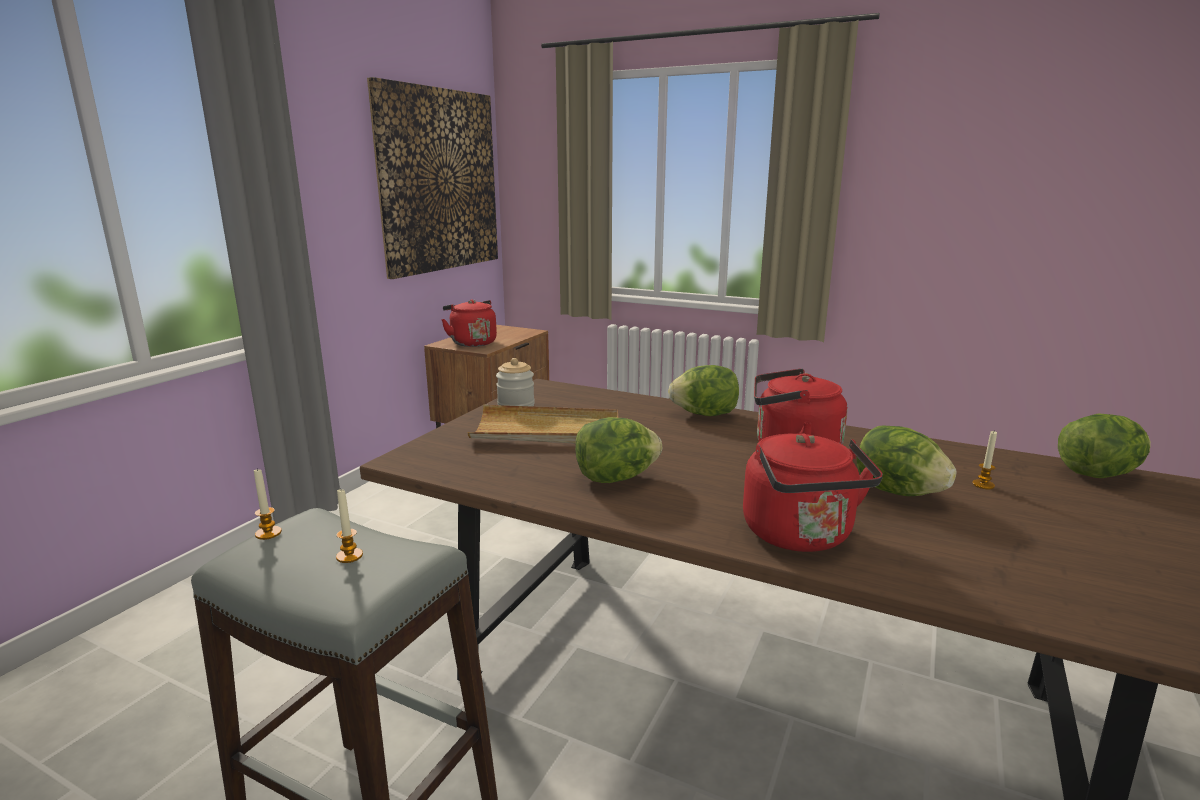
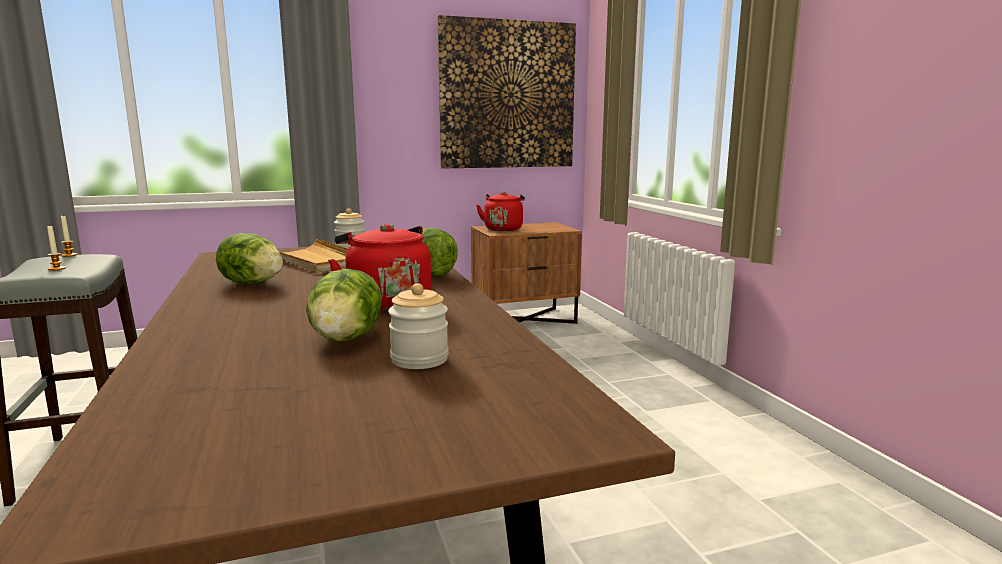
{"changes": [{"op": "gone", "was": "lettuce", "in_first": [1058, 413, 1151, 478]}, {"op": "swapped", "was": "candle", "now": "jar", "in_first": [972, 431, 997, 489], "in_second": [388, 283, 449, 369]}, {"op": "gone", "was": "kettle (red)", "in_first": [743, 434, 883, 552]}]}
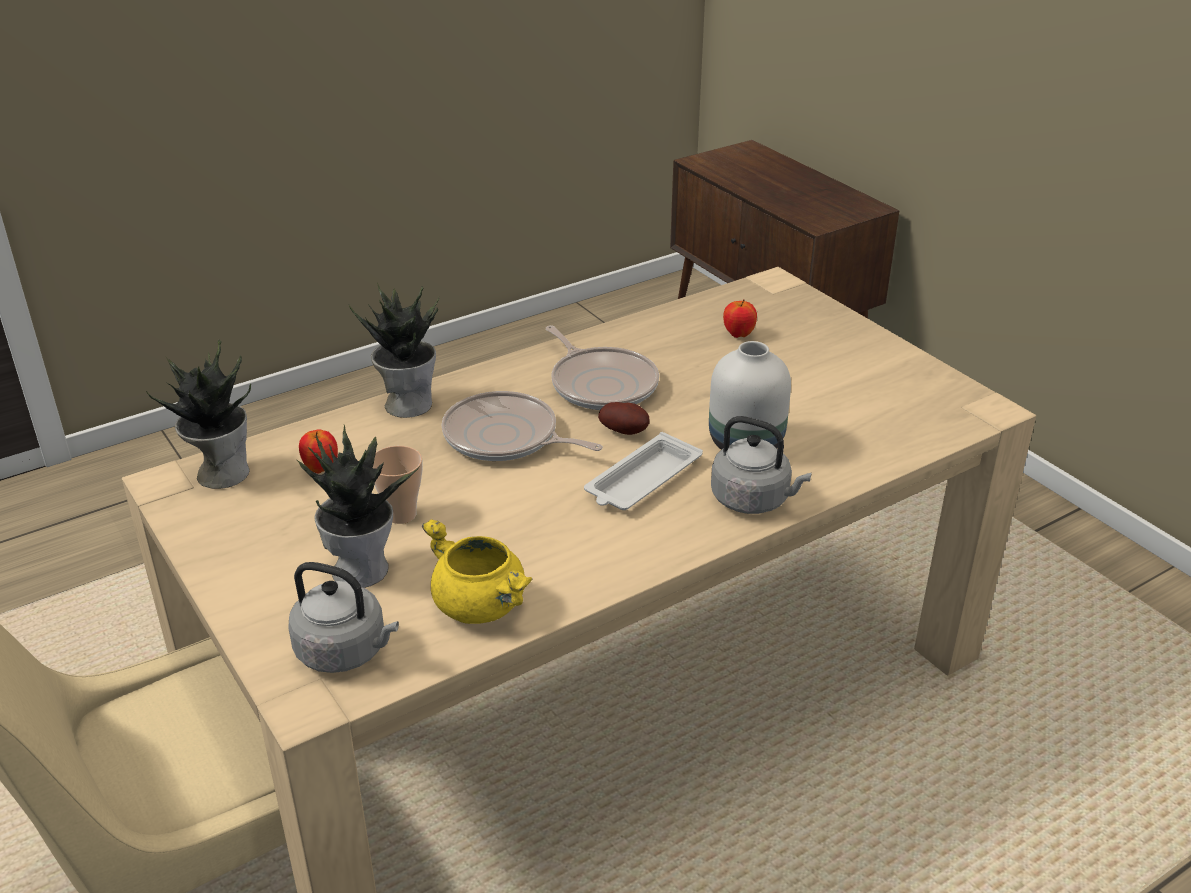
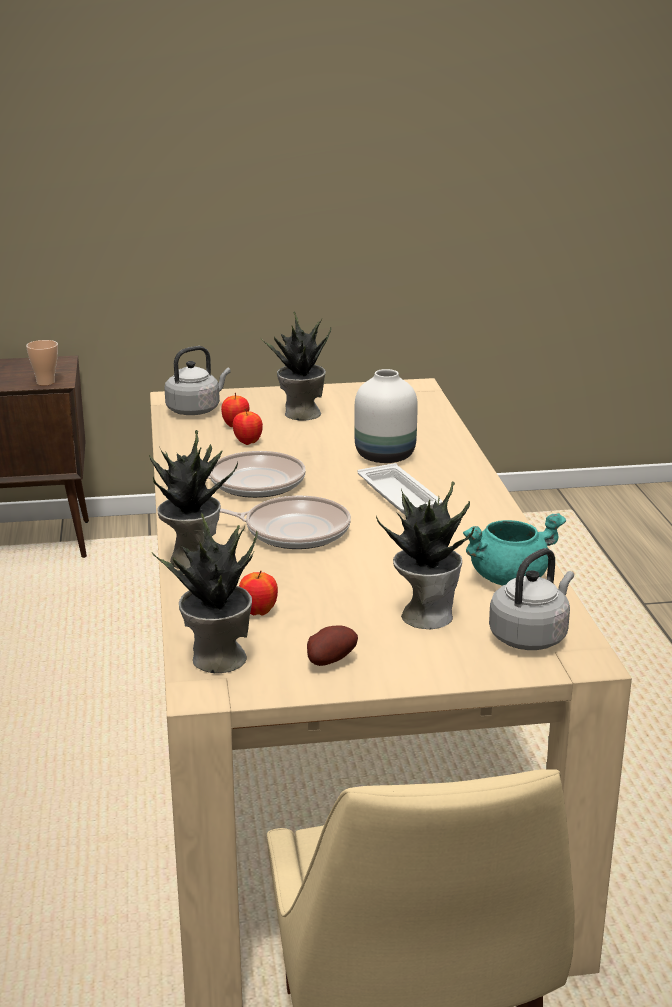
{"changes": [{"op": "rotated", "was": "frying pan", "in_first": [442, 391, 603, 461], "in_second": [220, 496, 351, 549], "clockwise": -135}, {"op": "shifted", "was": "potato", "in_first": [598, 402, 650, 435], "in_second": [307, 625, 358, 666]}, {"op": "shifted", "was": "kettle (grey)", "in_first": [711, 416, 812, 514], "in_second": [164, 346, 231, 415]}, {"op": "shifted", "was": "cup", "in_first": [373, 446, 422, 524], "in_second": [26, 340, 58, 386]}, {"op": "repainted", "was": "cooking pot (yellow)", "now": "cooking pot (turquoise)", "in_first": [422, 520, 532, 624], "in_second": [463, 513, 566, 586]}, {"op": "new", "now": "potted plant", "in_second": [261, 312, 331, 421]}, {"op": "new", "now": "apple", "in_second": [233, 409, 263, 445]}]}
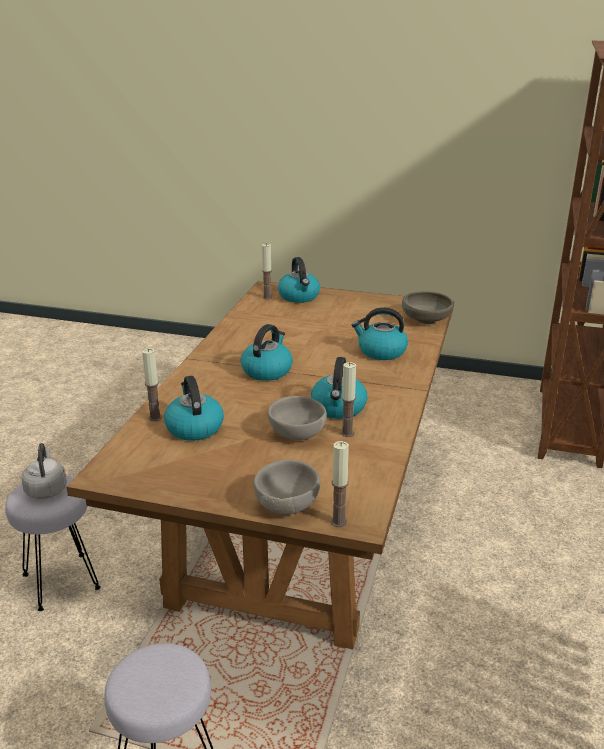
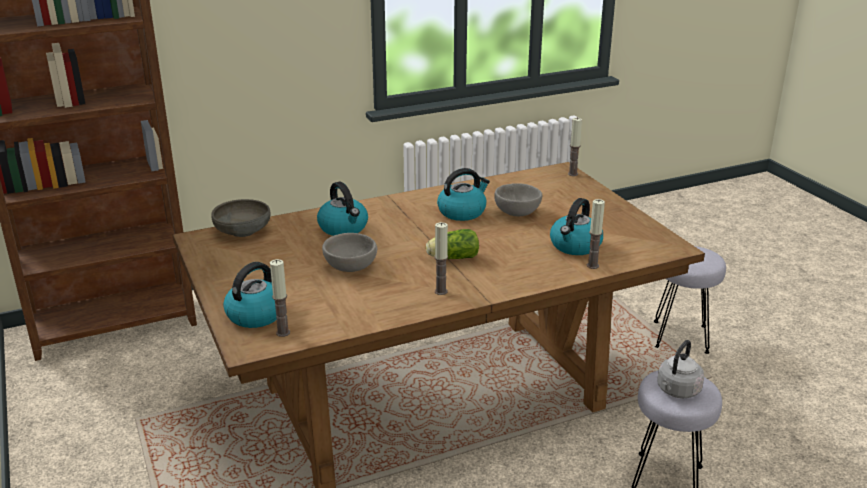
{"changes": [{"op": "swapped", "was": "kettle", "now": "lettuce", "in_first": [241, 324, 293, 381], "in_second": [426, 229, 479, 259]}, {"op": "shifted", "was": "candle", "in_first": [341, 362, 356, 437], "in_second": [434, 222, 448, 295]}, {"op": "shifted", "was": "bowl (grey)", "in_first": [254, 460, 320, 515], "in_second": [322, 233, 377, 272]}]}
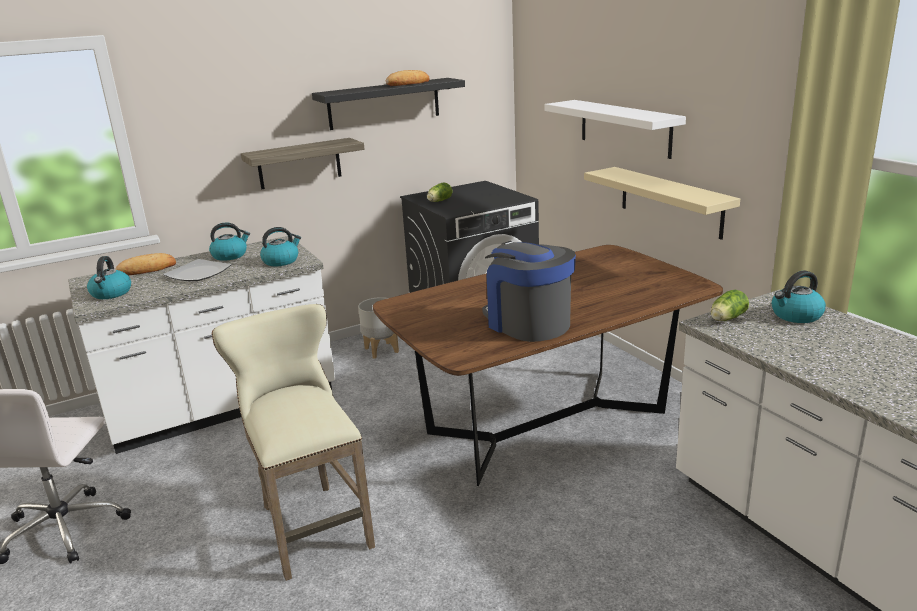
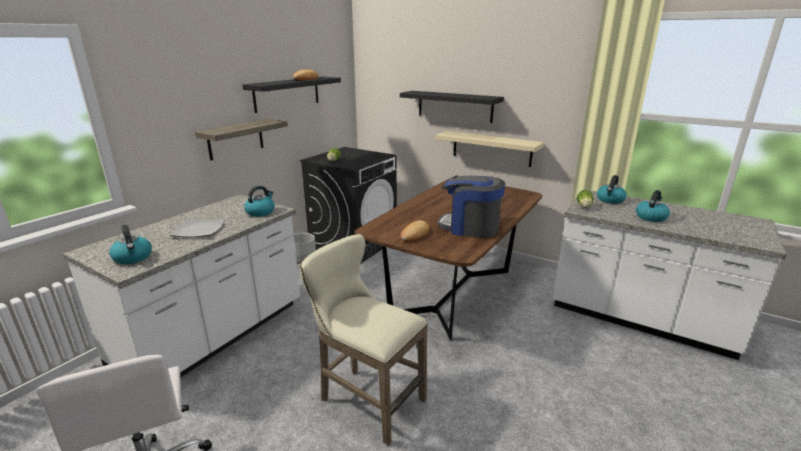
{"changes": [{"op": "repainted", "was": "shelf (white)", "now": "shelf (black)", "in_first": [544, 100, 686, 159], "in_second": [400, 91, 504, 123]}, {"op": "shifted", "was": "kettle", "in_first": [209, 222, 250, 261], "in_second": [636, 190, 670, 222]}, {"op": "shifted", "was": "bread", "in_first": [115, 253, 176, 275], "in_second": [400, 220, 430, 242]}]}
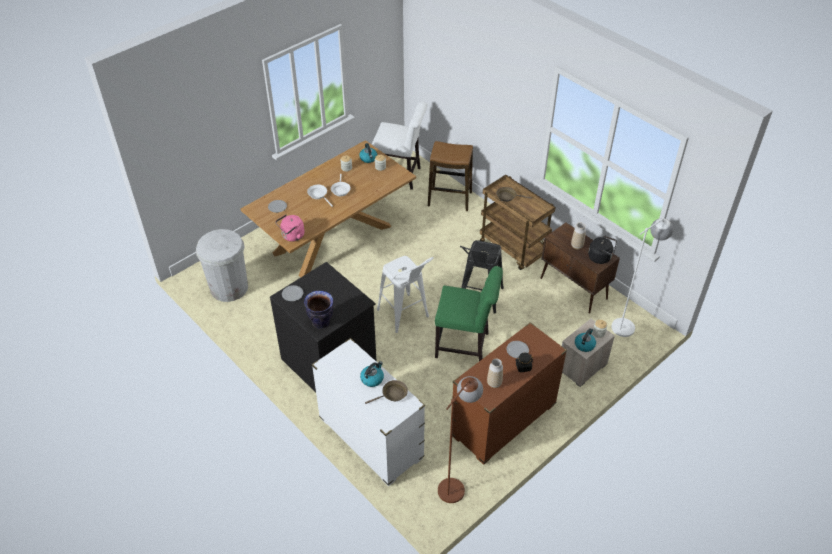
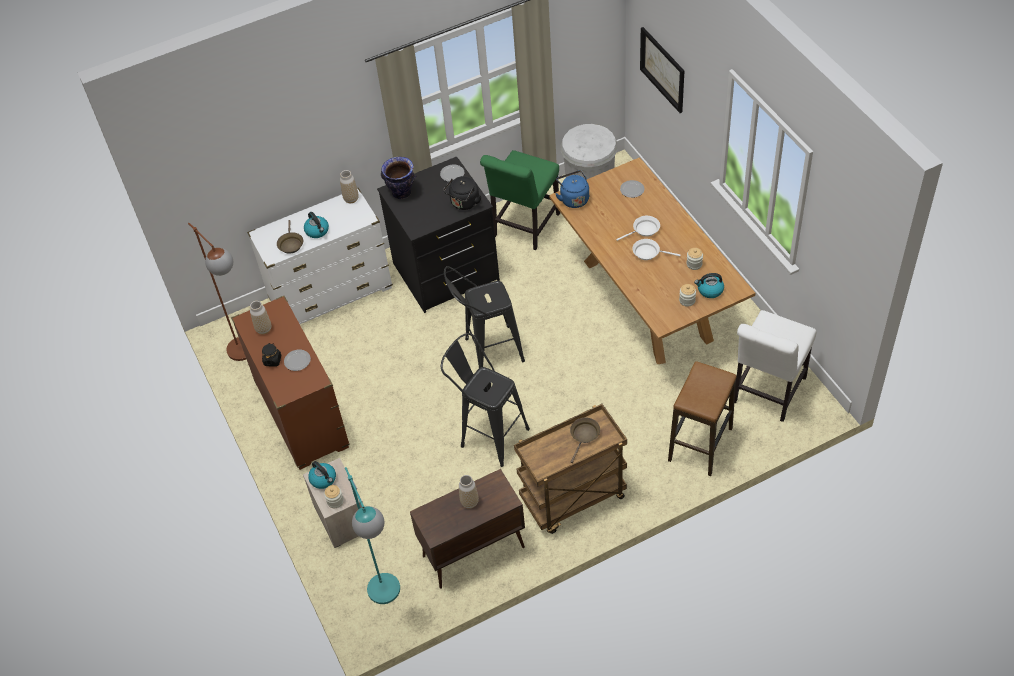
{"changes": [{"op": "repainted", "was": "kettle (pink)", "now": "kettle (blue)", "in_first": [275, 215, 305, 241], "in_second": [555, 170, 589, 208]}, {"op": "repainted", "was": "floor lamp (white)", "now": "floor lamp (turquoise)", "in_first": [611, 218, 673, 337], "in_second": [345, 467, 400, 604]}, {"op": "shifted", "was": "kettle (black)", "in_first": [588, 236, 617, 264], "in_second": [443, 176, 481, 210]}, {"op": "repainted", "was": "stool (white)", "now": "stool (black)", "in_first": [377, 256, 434, 333], "in_second": [444, 266, 525, 368]}, {"op": "shifted", "was": "chair (green)", "in_first": [435, 266, 503, 361], "in_second": [480, 150, 560, 250]}, {"op": "new", "now": "picture", "in_second": [640, 27, 684, 113]}, {"op": "new", "now": "vase", "in_second": [340, 170, 359, 203]}]}
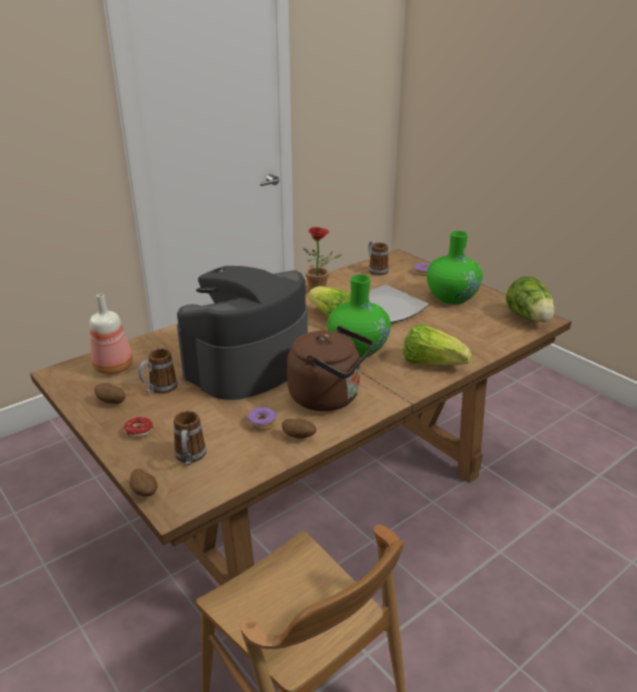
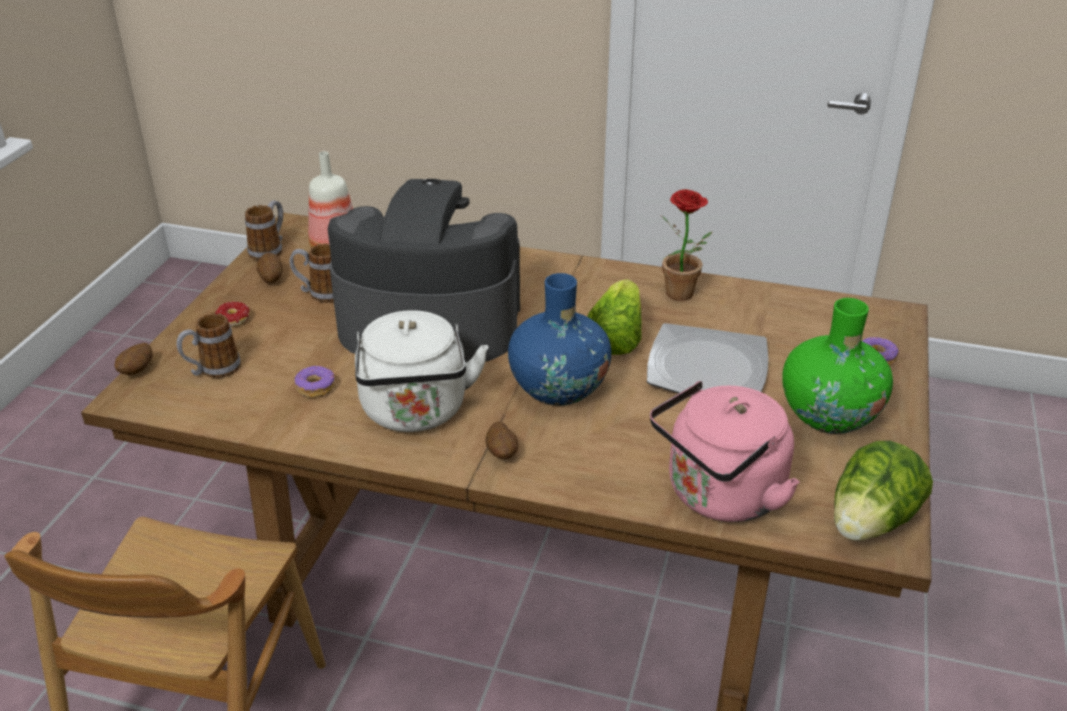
{"changes": [{"op": "shifted", "was": "mug", "in_first": [368, 241, 389, 276], "in_second": [245, 200, 283, 261]}, {"op": "repainted", "was": "vase (green)", "now": "vase (blue)", "in_first": [327, 274, 391, 358], "in_second": [508, 273, 611, 406]}, {"op": "gone", "was": "lettuce", "in_first": [403, 324, 471, 365]}, {"op": "repainted", "was": "kettle (brown)", "now": "kettle (white)", "in_first": [287, 326, 374, 411], "in_second": [355, 310, 488, 432]}, {"op": "shifted", "was": "potato", "in_first": [282, 419, 316, 439], "in_second": [486, 421, 518, 459]}, {"op": "new", "now": "kettle (pink)", "in_second": [650, 381, 800, 522]}]}
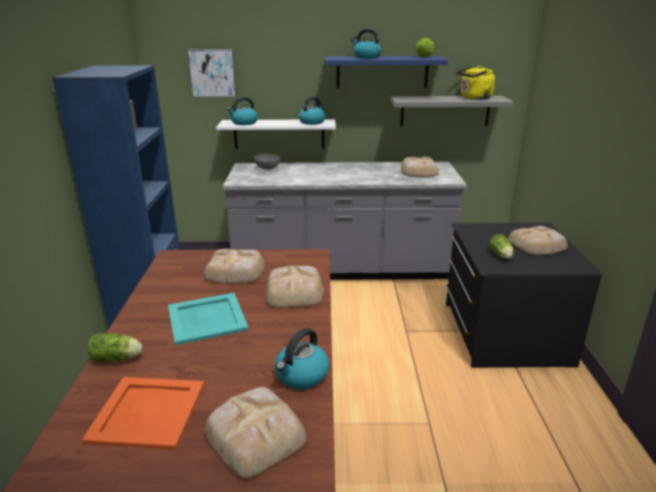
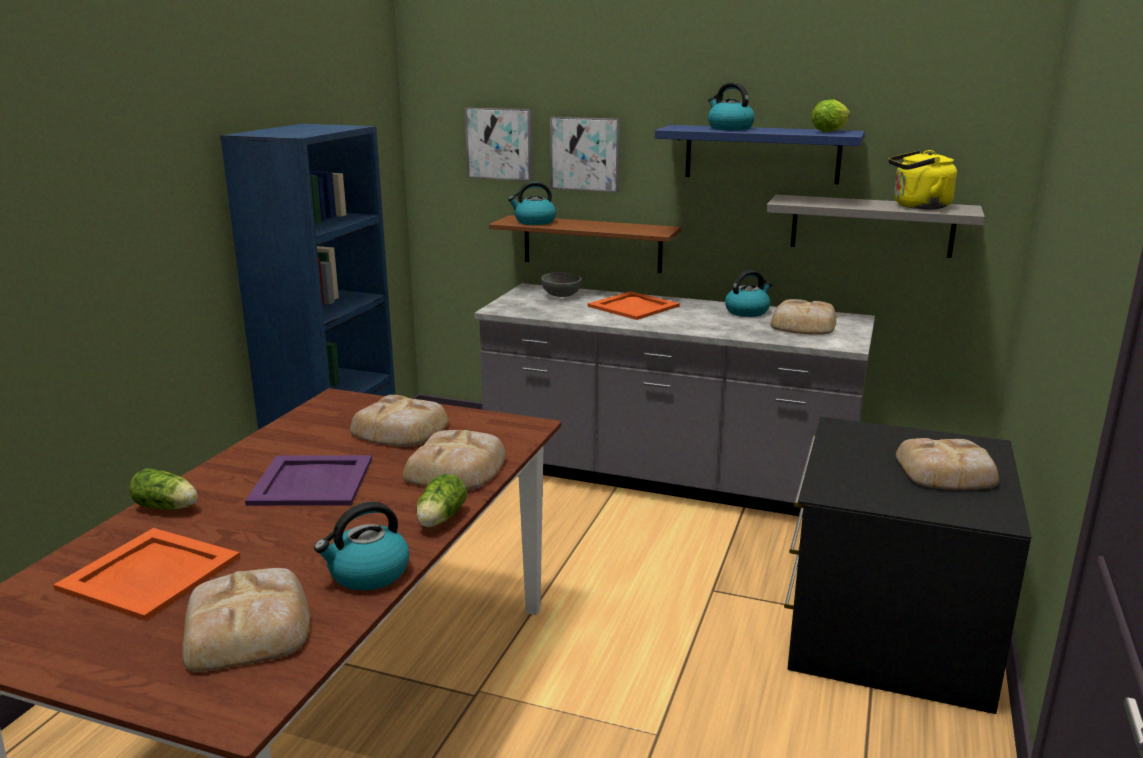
{"changes": [{"op": "shifted", "was": "kettle", "in_first": [299, 96, 325, 125], "in_second": [725, 270, 772, 317]}, {"op": "repainted", "was": "shelf (white)", "now": "shelf (brown)", "in_first": [216, 119, 336, 149], "in_second": [489, 215, 681, 273]}, {"op": "shifted", "was": "lettuce", "in_first": [489, 234, 513, 259], "in_second": [416, 474, 467, 527]}, {"op": "repainted", "was": "tray (turquoise)", "now": "tray (purple)", "in_first": [168, 293, 249, 345], "in_second": [245, 455, 372, 506]}, {"op": "new", "now": "picture", "in_second": [550, 117, 620, 193]}, {"op": "new", "now": "tray (orange)", "in_second": [587, 291, 680, 320]}]}
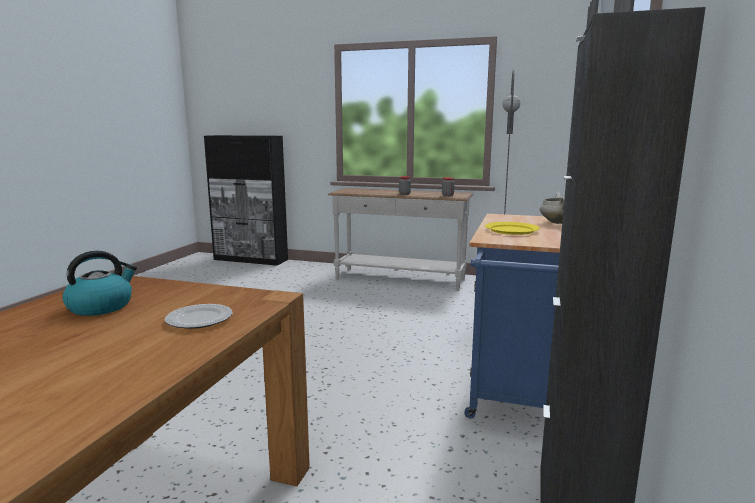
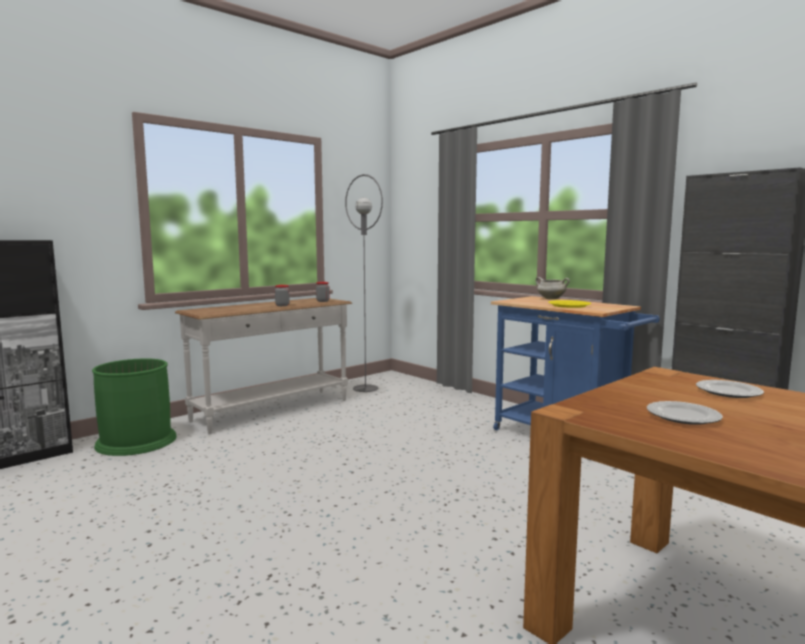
{"changes": [{"op": "swapped", "was": "kettle", "now": "plate", "in_first": [62, 251, 137, 316], "in_second": [647, 401, 723, 425]}, {"op": "new", "now": "trash can (green)", "in_second": [92, 358, 177, 456]}]}
